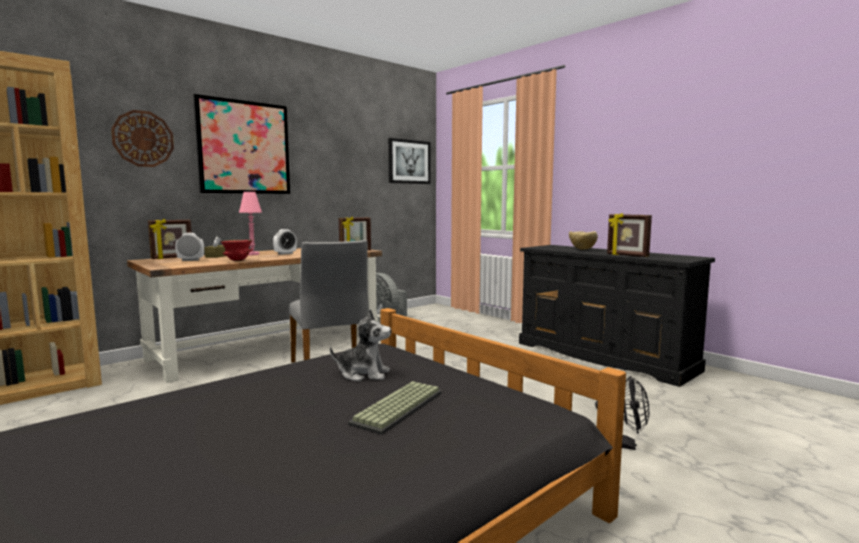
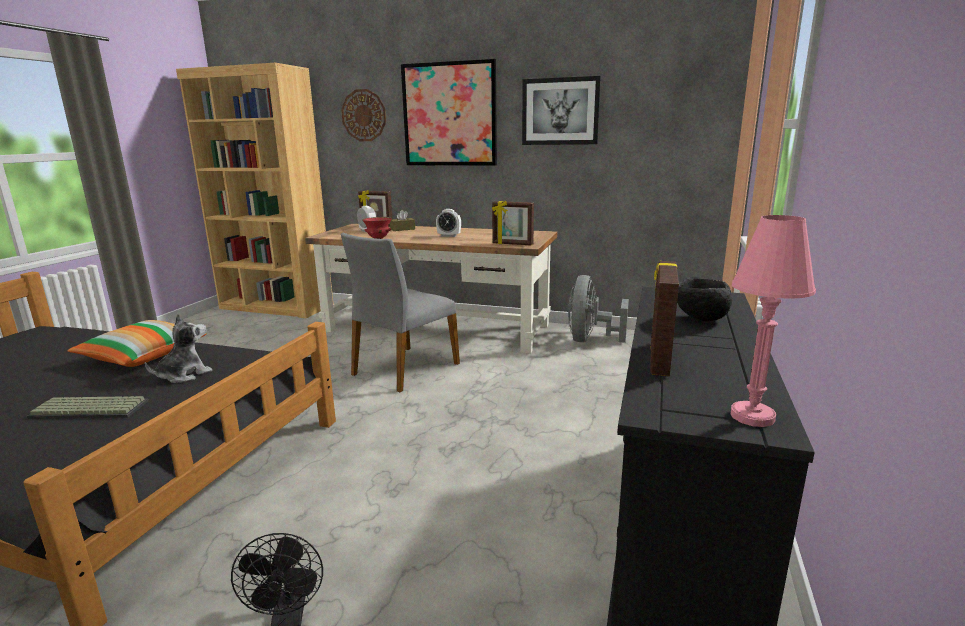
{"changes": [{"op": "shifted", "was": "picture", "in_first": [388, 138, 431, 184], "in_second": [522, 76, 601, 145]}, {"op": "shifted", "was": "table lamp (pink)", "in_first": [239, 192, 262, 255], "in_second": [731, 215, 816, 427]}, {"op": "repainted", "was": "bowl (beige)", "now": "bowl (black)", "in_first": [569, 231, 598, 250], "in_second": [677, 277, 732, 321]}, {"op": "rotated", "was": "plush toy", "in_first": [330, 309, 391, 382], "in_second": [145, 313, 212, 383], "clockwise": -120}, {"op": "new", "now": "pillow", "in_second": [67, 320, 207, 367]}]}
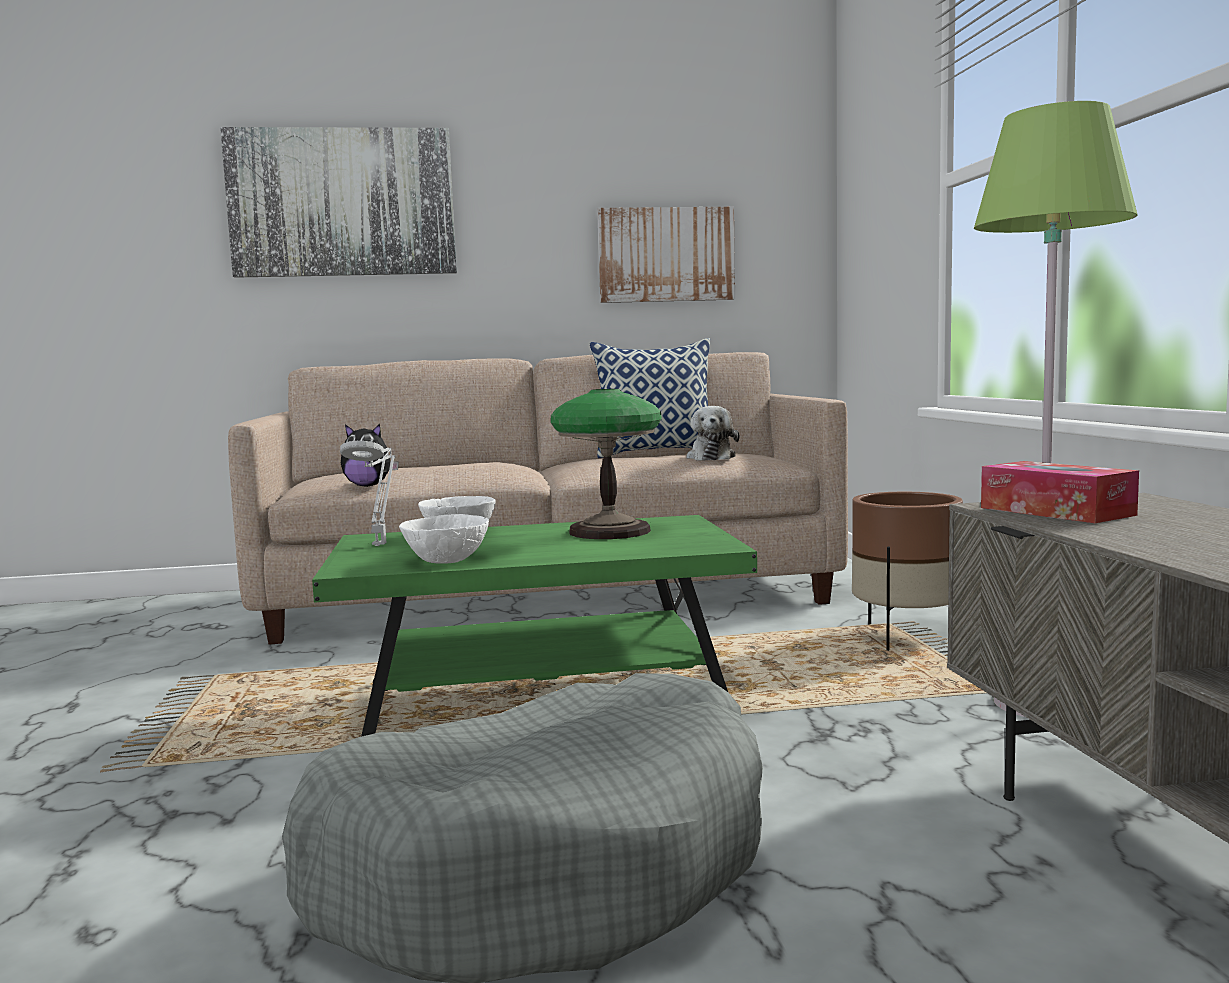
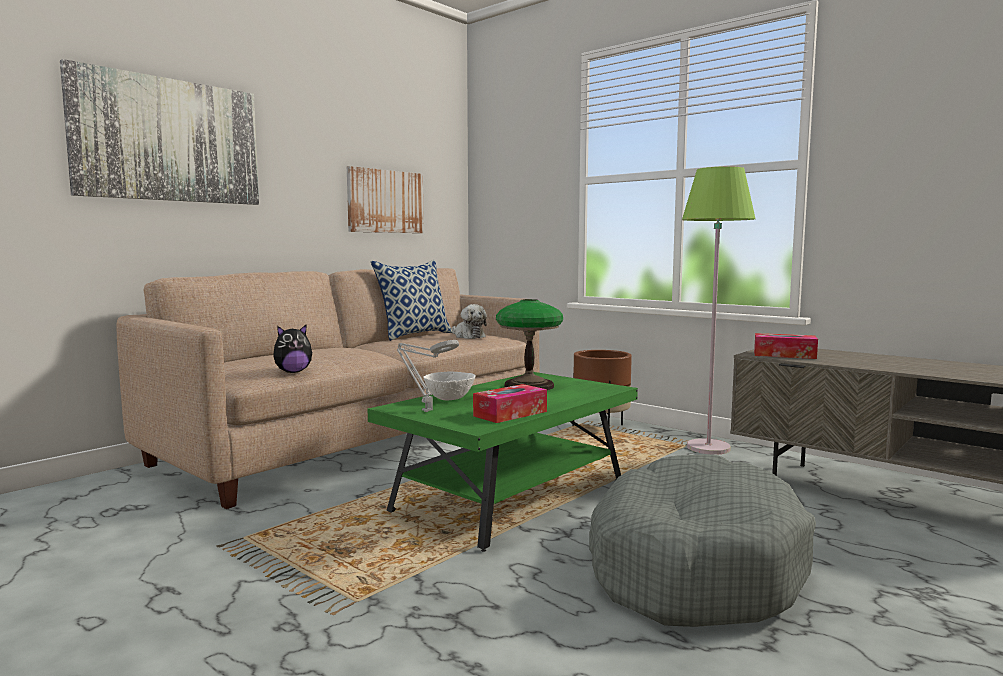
{"changes": [{"op": "swapped", "was": "bowl (white)", "now": "tissue box", "in_first": [399, 514, 489, 564], "in_second": [473, 384, 547, 423]}]}
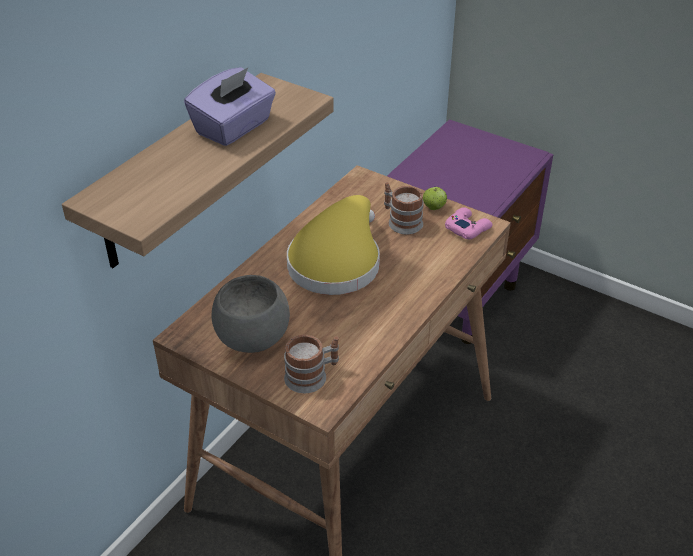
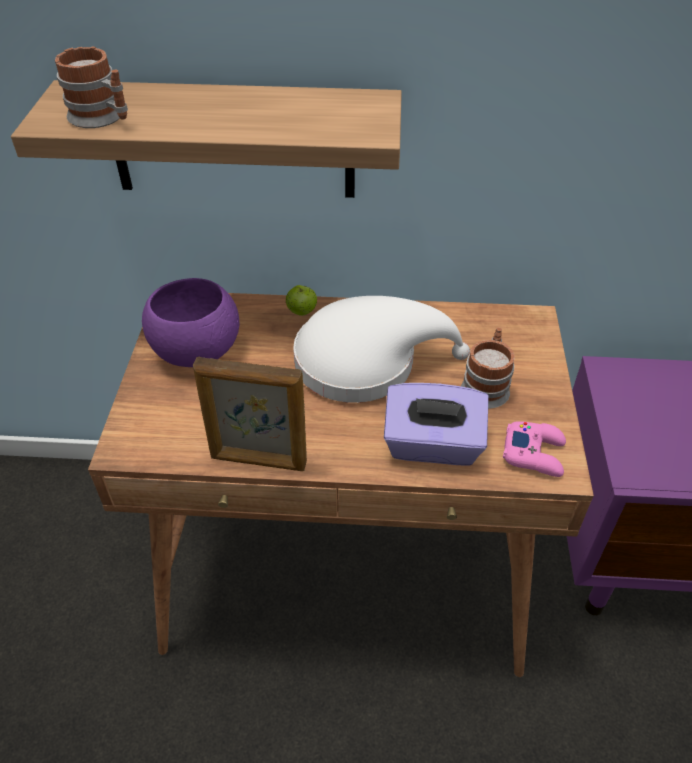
{"changes": [{"op": "shifted", "was": "tissue box (purple)", "in_first": [184, 67, 276, 146], "in_second": [384, 383, 489, 465]}, {"op": "shifted", "was": "apple", "in_first": [423, 187, 447, 210], "in_second": [286, 285, 317, 316]}, {"op": "repainted", "was": "hat (yellow)", "now": "hat (white)", "in_first": [287, 195, 380, 295], "in_second": [293, 296, 470, 403]}, {"op": "repainted", "was": "bowl (grey)", "now": "bowl (purple)", "in_first": [211, 275, 290, 353], "in_second": [142, 278, 239, 367]}, {"op": "shifted", "was": "mug", "in_first": [284, 335, 339, 393], "in_second": [55, 46, 128, 128]}, {"op": "new", "now": "picture frame", "in_second": [193, 357, 307, 471]}]}
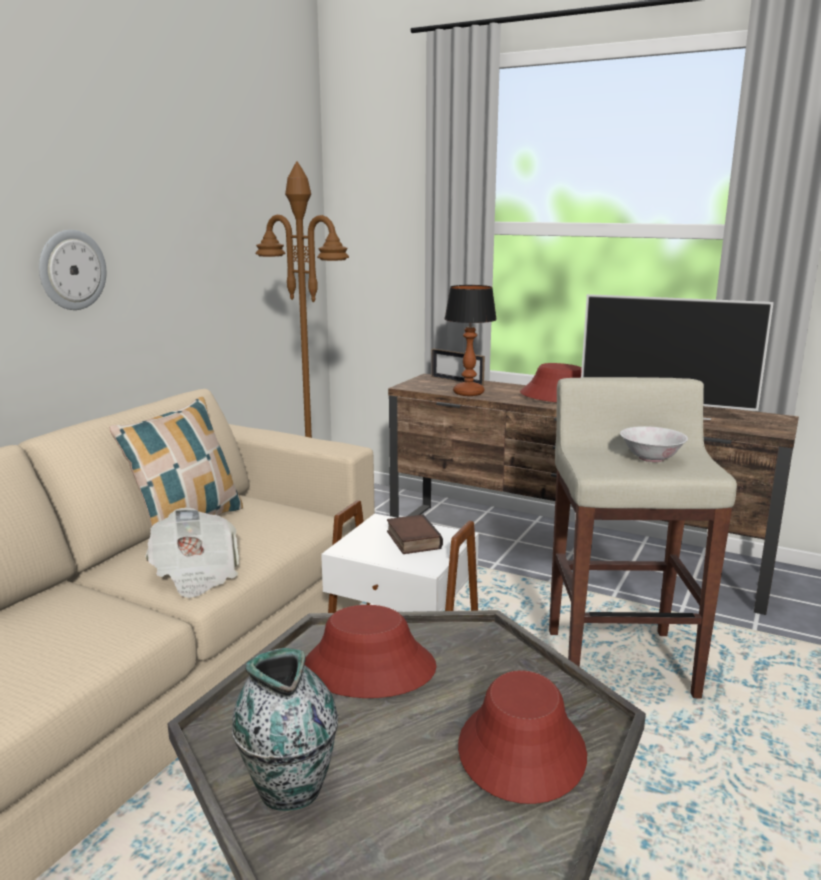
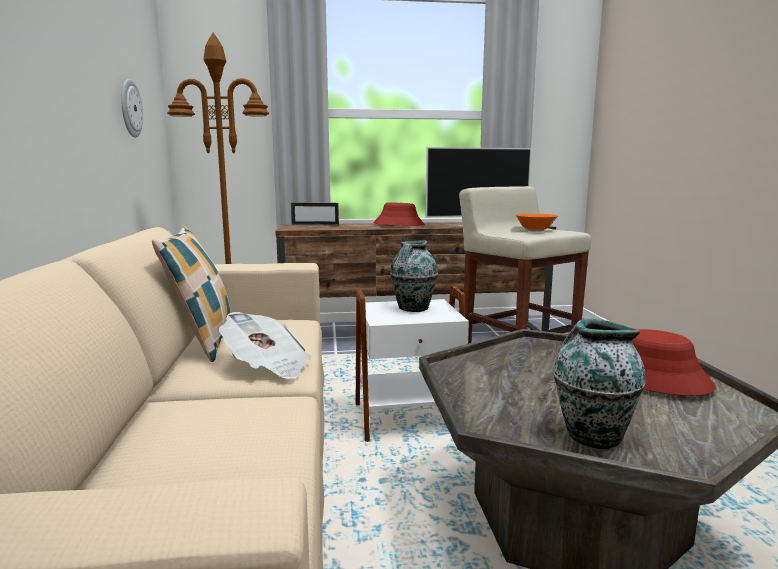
{"changes": [{"op": "shifted", "was": "wall clock", "in_first": [39, 230, 106, 310], "in_second": [121, 79, 143, 138]}, {"op": "gone", "was": "table lamp", "in_first": [444, 285, 497, 396]}, {"op": "repainted", "was": "bowl (white)", "now": "bowl (orange)", "in_first": [620, 426, 688, 462], "in_second": [516, 214, 558, 232]}, {"op": "swapped", "was": "book", "now": "vase", "in_first": [387, 514, 443, 554], "in_second": [390, 240, 438, 312]}, {"op": "gone", "was": "hat (red)", "in_first": [305, 605, 437, 698]}]}
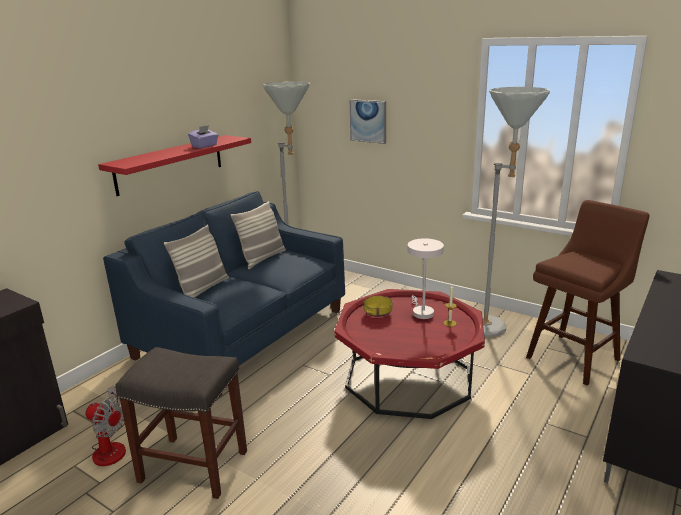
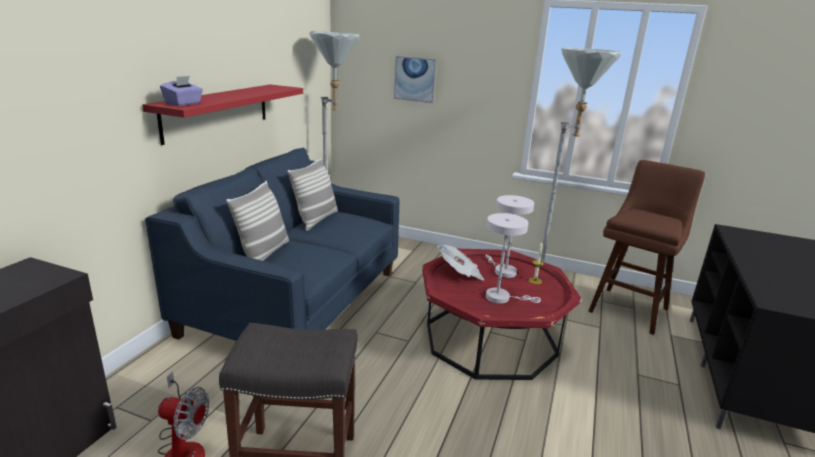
{"changes": [{"op": "shifted", "was": "tissue box (purple)", "in_first": [188, 125, 218, 148], "in_second": [160, 76, 203, 106]}, {"op": "swapped", "was": "bowl (yellow)", "now": "newspaper", "in_first": [363, 296, 393, 317], "in_second": [437, 245, 484, 280]}, {"op": "new", "now": "table lamp (white)", "in_second": [486, 213, 541, 304]}]}
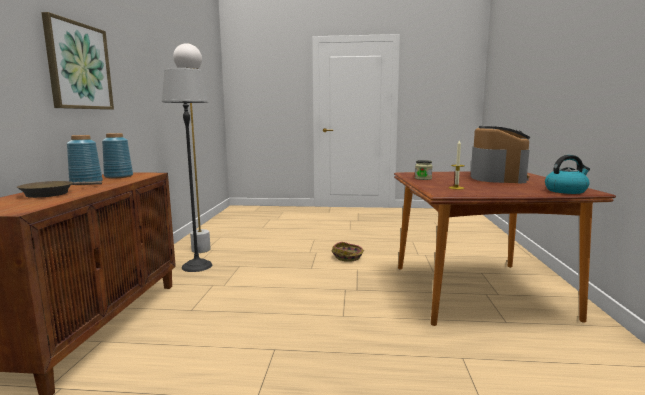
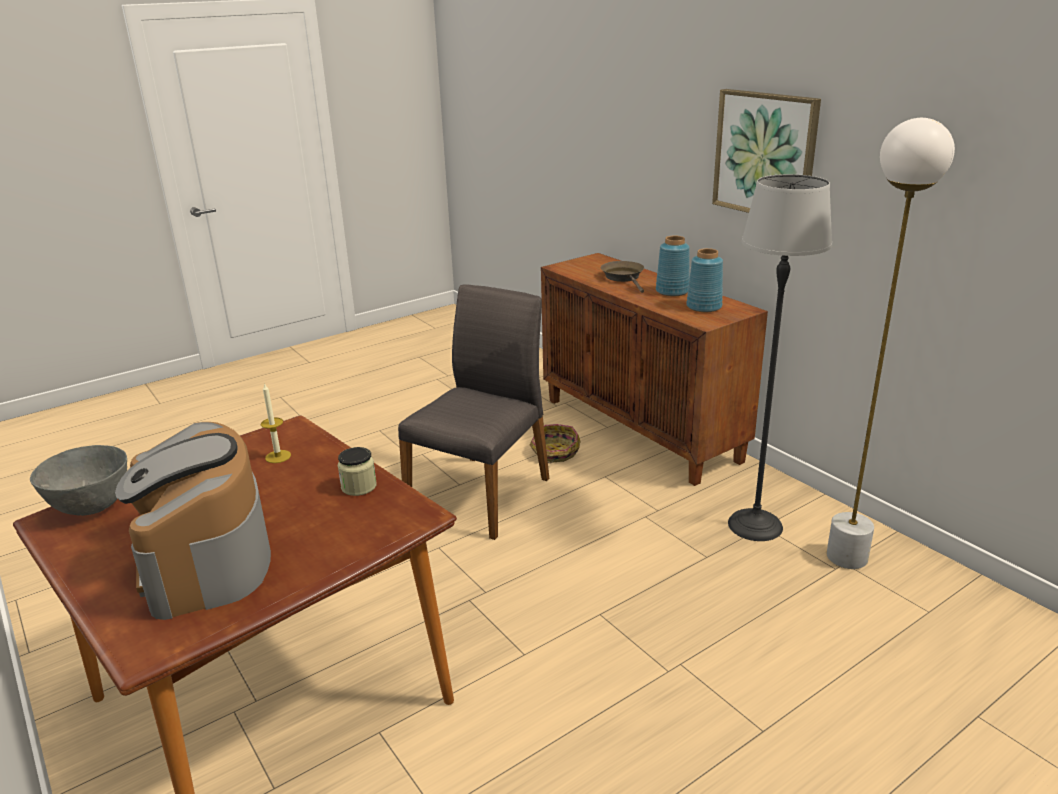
{"changes": [{"op": "swapped", "was": "kettle", "now": "bowl (grey)", "in_first": [545, 155, 590, 194], "in_second": [30, 445, 127, 516]}, {"op": "shifted", "was": "basket", "in_first": [332, 242, 364, 261], "in_second": [530, 424, 581, 463]}, {"op": "new", "now": "chair (grey)", "in_second": [398, 284, 550, 540]}]}
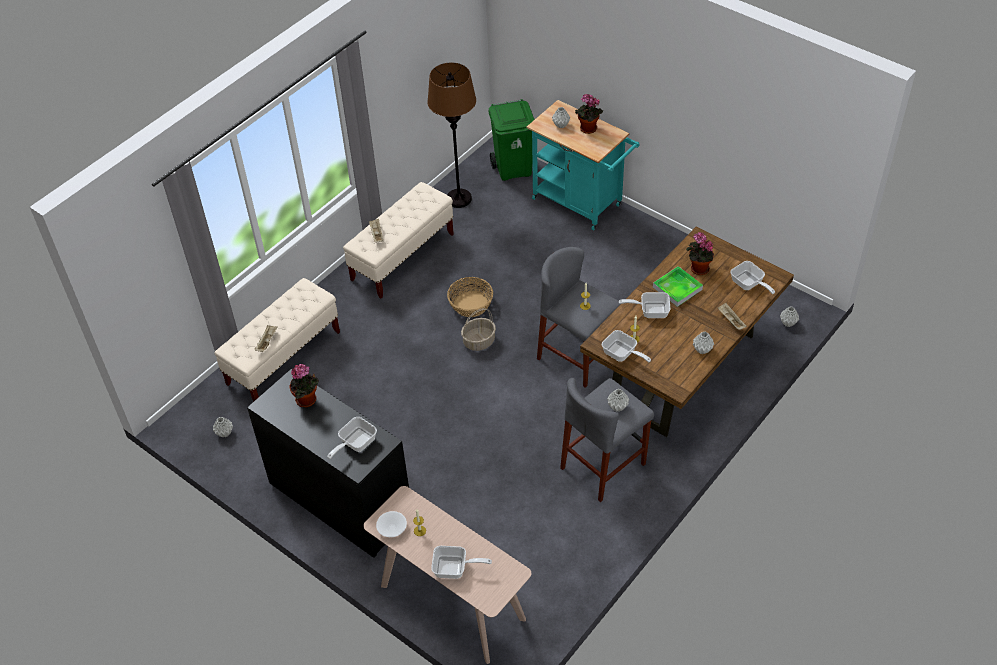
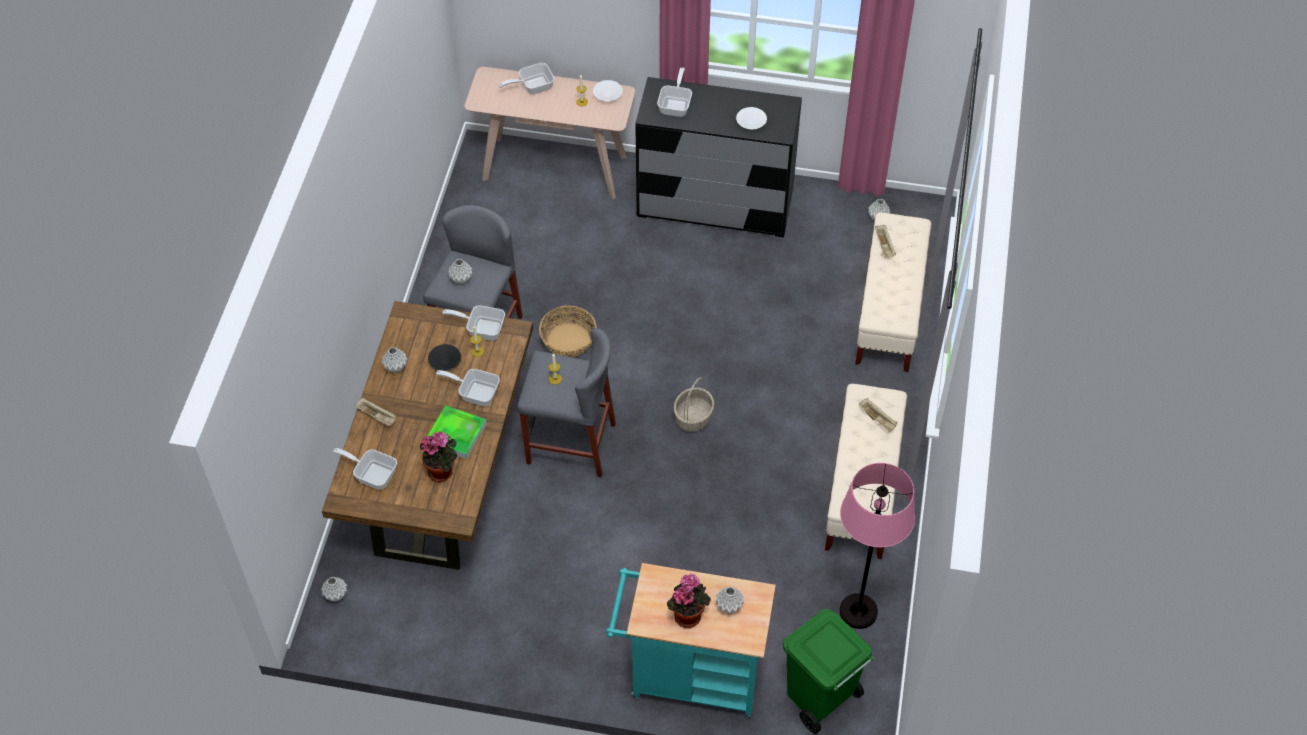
{"changes": [{"op": "repainted", "was": "floor lamp (brown)", "now": "floor lamp (pink)", "in_first": [427, 63, 476, 208], "in_second": [839, 463, 915, 629]}, {"op": "shifted", "was": "basket", "in_first": [447, 277, 493, 317], "in_second": [539, 306, 597, 357]}, {"op": "rotated", "was": "frying pan", "in_first": [619, 292, 670, 318], "in_second": [436, 369, 500, 406], "clockwise": -135}, {"op": "swapped", "was": "potted plant", "now": "bowl (white)", "in_first": [290, 364, 319, 407], "in_second": [736, 107, 767, 129]}, {"op": "new", "now": "bowl (black)", "in_second": [428, 344, 461, 371]}]}
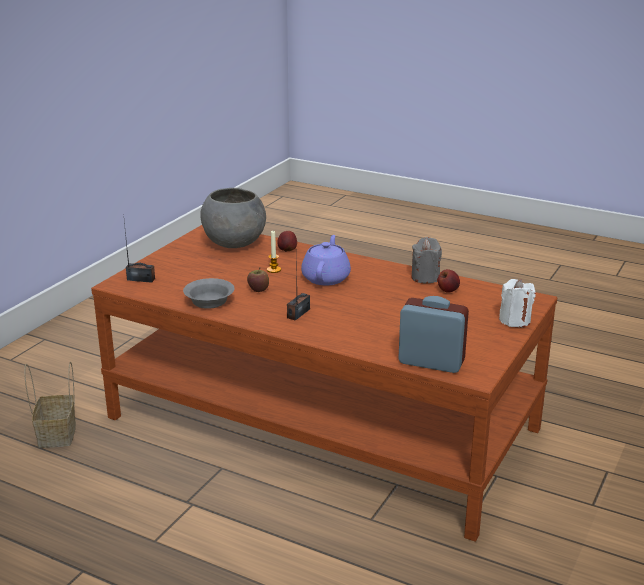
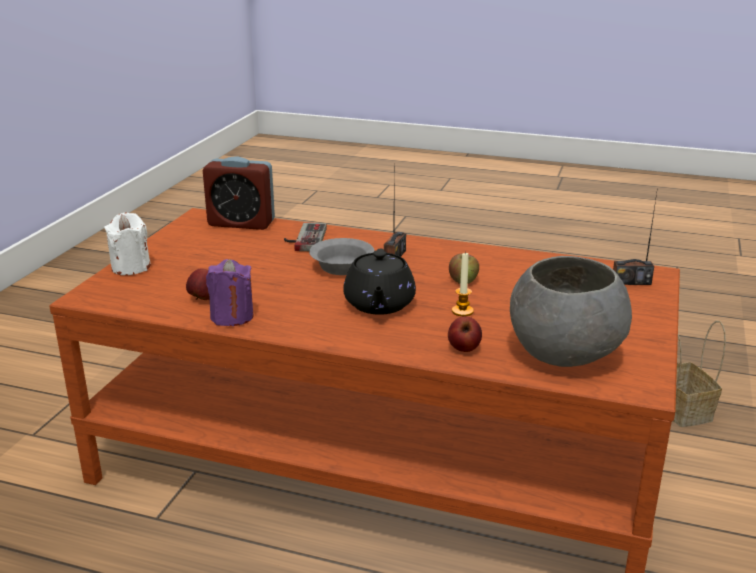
{"changes": [{"op": "repainted", "was": "teapot (purple)", "now": "teapot (black)", "in_first": [301, 235, 351, 285], "in_second": [343, 249, 416, 315]}, {"op": "repainted", "was": "candle (grey)", "now": "candle (purple)", "in_first": [411, 237, 442, 284], "in_second": [206, 259, 254, 326]}, {"op": "shifted", "was": "bowl (grey)", "in_first": [183, 278, 235, 309], "in_second": [309, 238, 374, 275]}, {"op": "new", "now": "game controller", "in_second": [284, 223, 327, 251]}]}
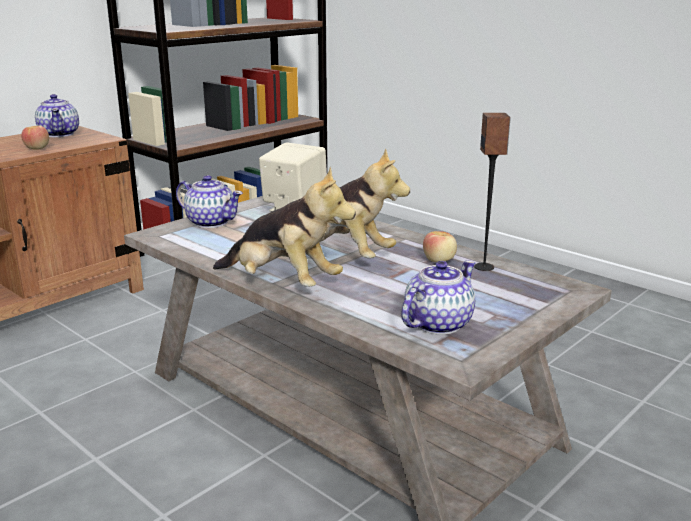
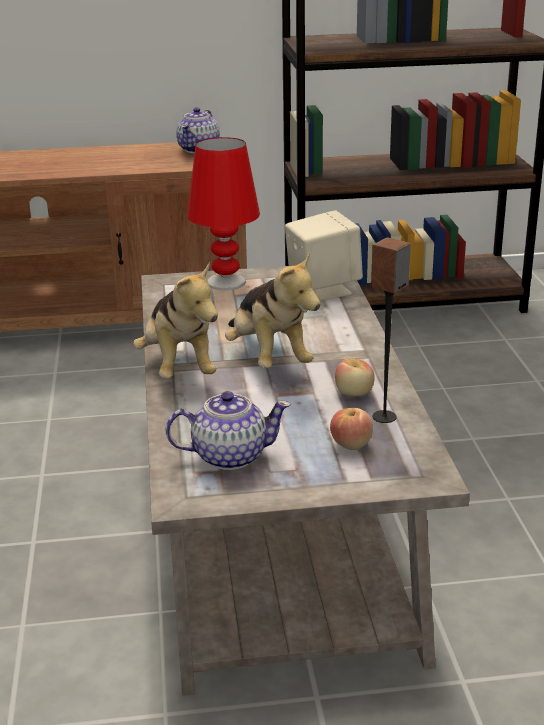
{"changes": [{"op": "shifted", "was": "apple", "in_first": [21, 126, 49, 149], "in_second": [330, 408, 373, 450]}, {"op": "swapped", "was": "teapot", "now": "table lamp (red)", "in_first": [176, 175, 243, 228], "in_second": [187, 137, 260, 290]}]}
